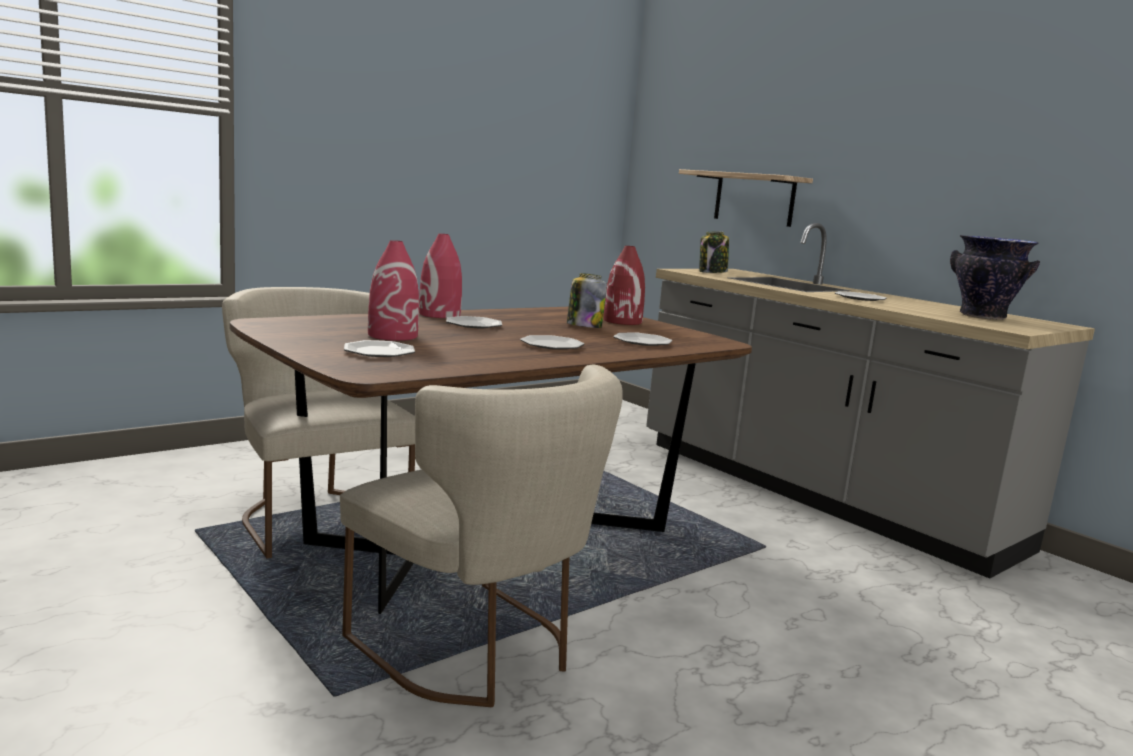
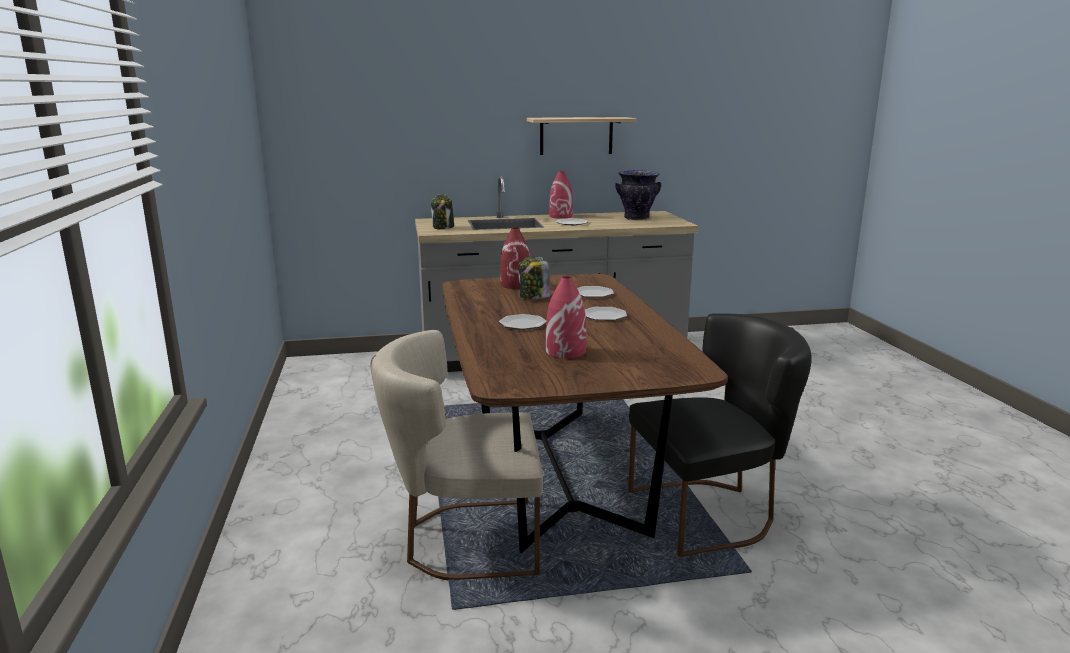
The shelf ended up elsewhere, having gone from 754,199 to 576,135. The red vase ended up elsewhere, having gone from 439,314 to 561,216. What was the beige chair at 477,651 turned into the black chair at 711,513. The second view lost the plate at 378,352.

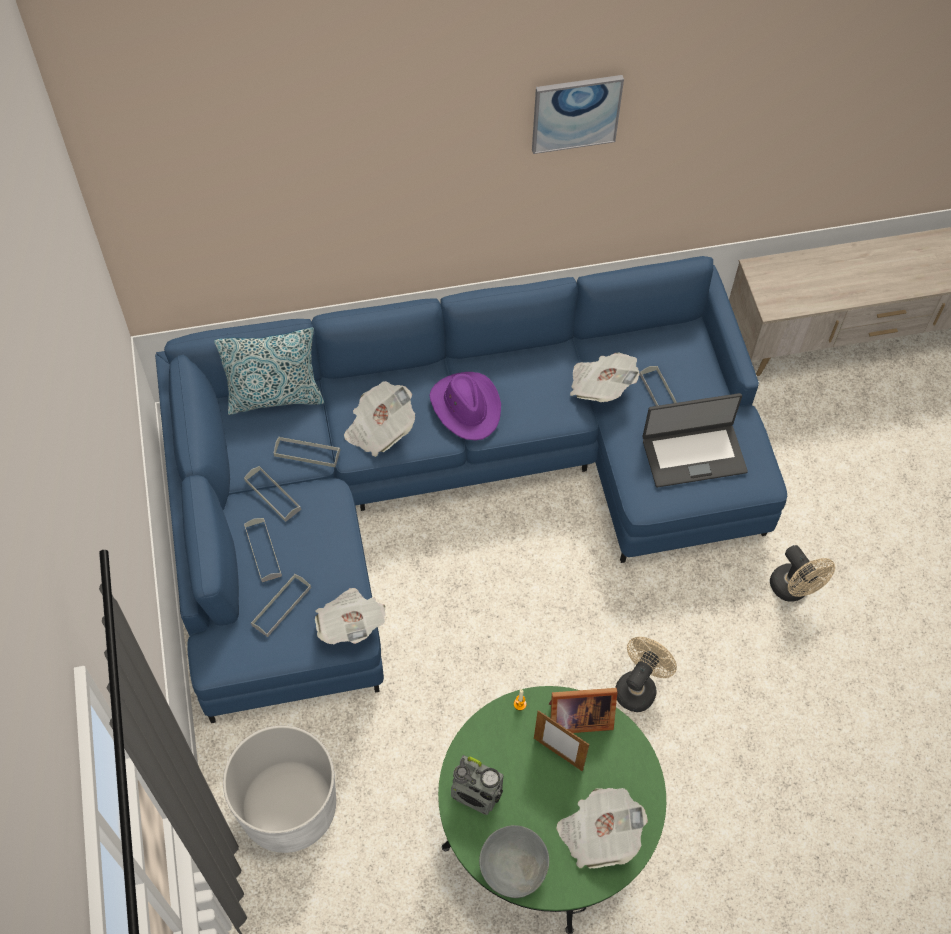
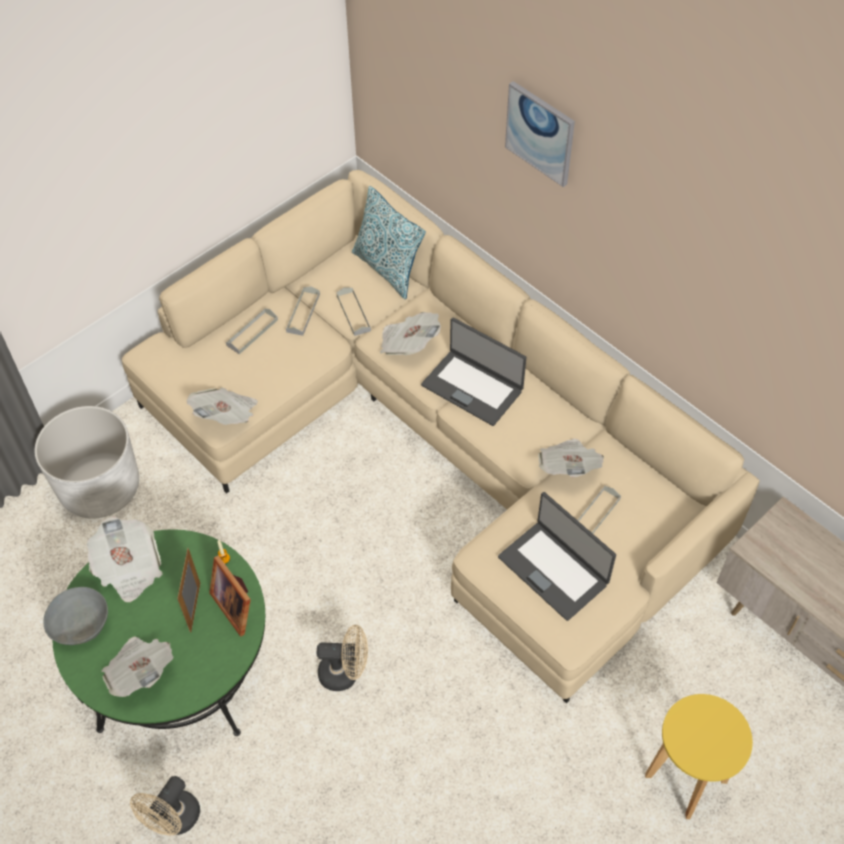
Where the radio stood at 476,794, the newspaper came to stand at 128,569. What was the blue sofa at 447,485 turned into the beige sofa at 435,441. The beige fan ended up elsewhere, having gone from 793,590 to 174,820. Where the purple hat stood at 466,407, the laptop came to stand at 473,387. The picture ended up elsewhere, having gone from 576,113 to 540,133. The second view gained the yellow stool at 685,779. The second view lost the grey tray at 281,606.

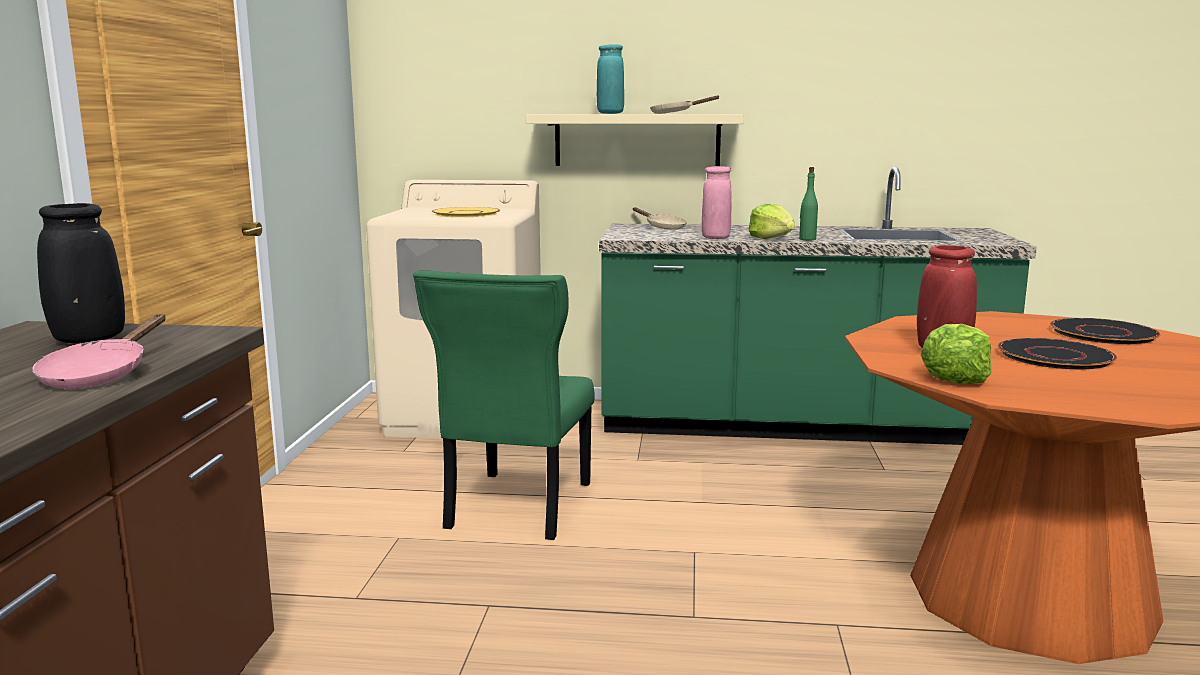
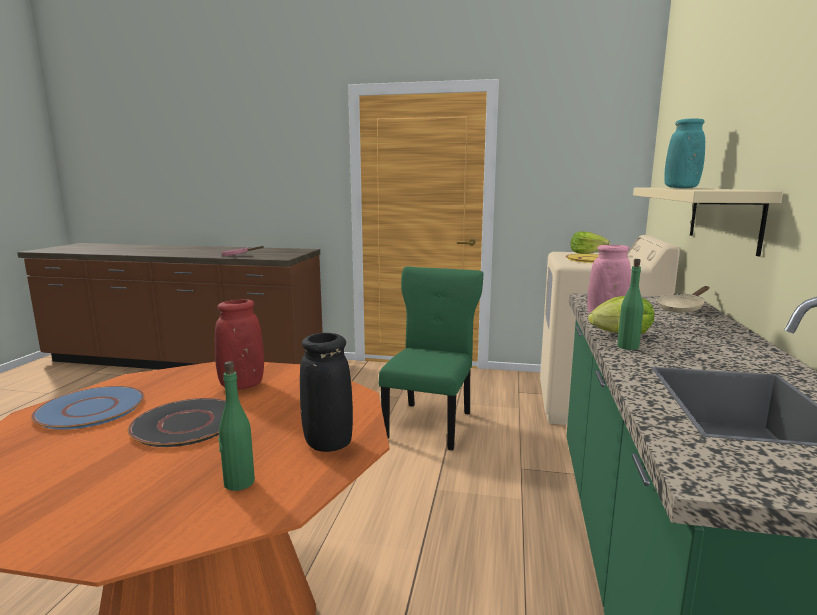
The second view gained the blue plate at 91,409. Where the black plate stood at 1103,333, the green bottle came to stand at 238,482. The black vase ended up elsewhere, having gone from 89,340 to 328,443. The green chair at 516,508 ended up facing another way, 90 degrees clockwise from before. The lettuce ended up elsewhere, having gone from 954,377 to 586,253. The second view lost the beige frying pan at 675,113.

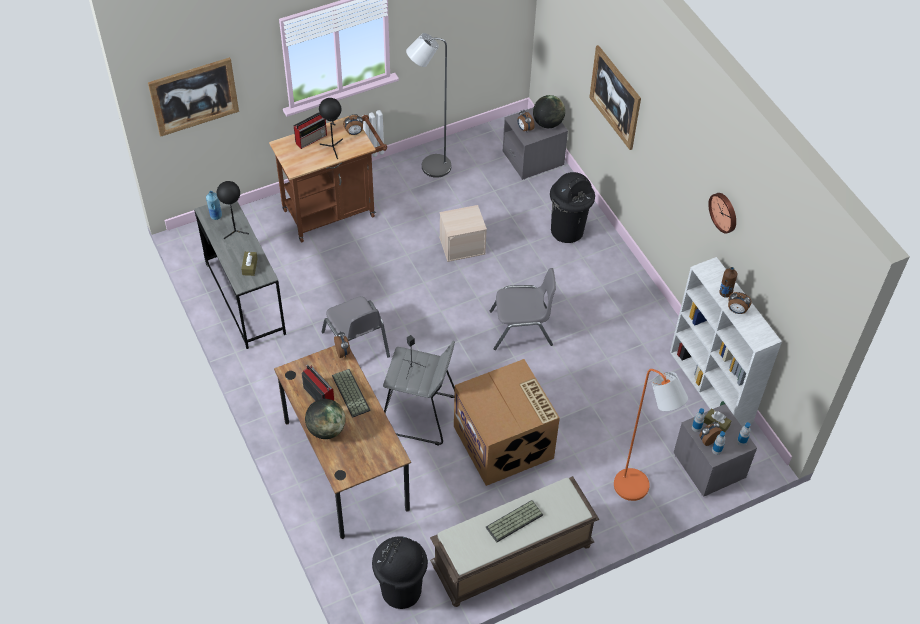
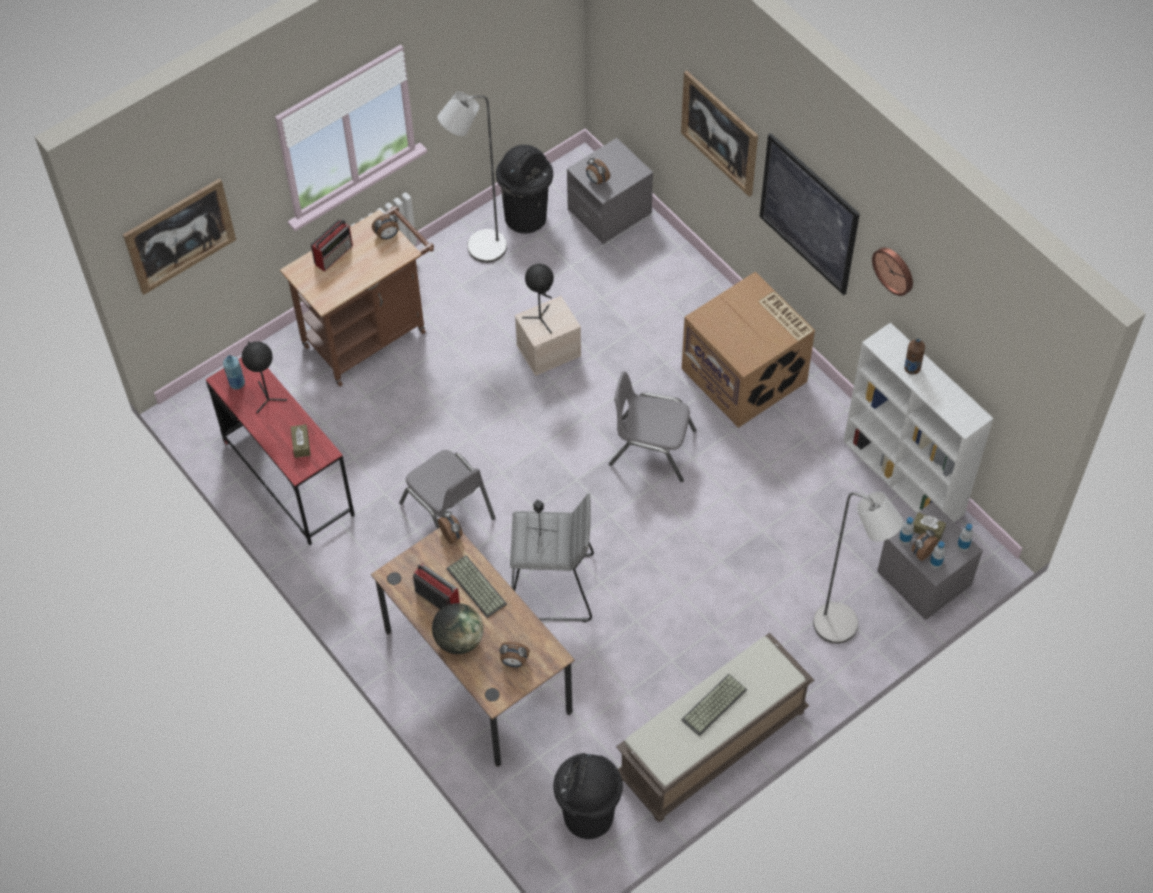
What was the grey desk at 245,299 turned into the red desk at 288,478. The black trash can ended up elsewhere, having gone from 567,230 to 526,217. The alarm clock ended up elsewhere, having gone from 736,310 to 514,662. The black table lamp ended up elsewhere, having gone from 333,148 to 541,320. The grey chair at 521,329 ended up facing another way, 150 degrees counterclockwise from before. The cardboard box ended up elsewhere, having gone from 505,443 to 746,375. The second view gained the picture at 809,214. What was the orange floor lamp at 636,490 turned into the grey floor lamp at 843,628. The second view lost the globe at 548,123.

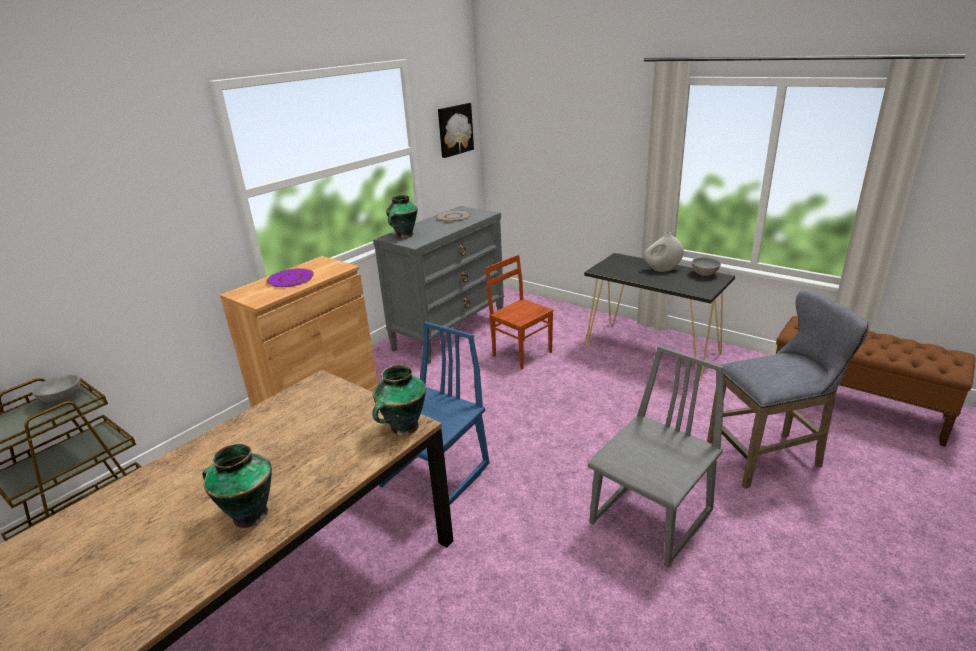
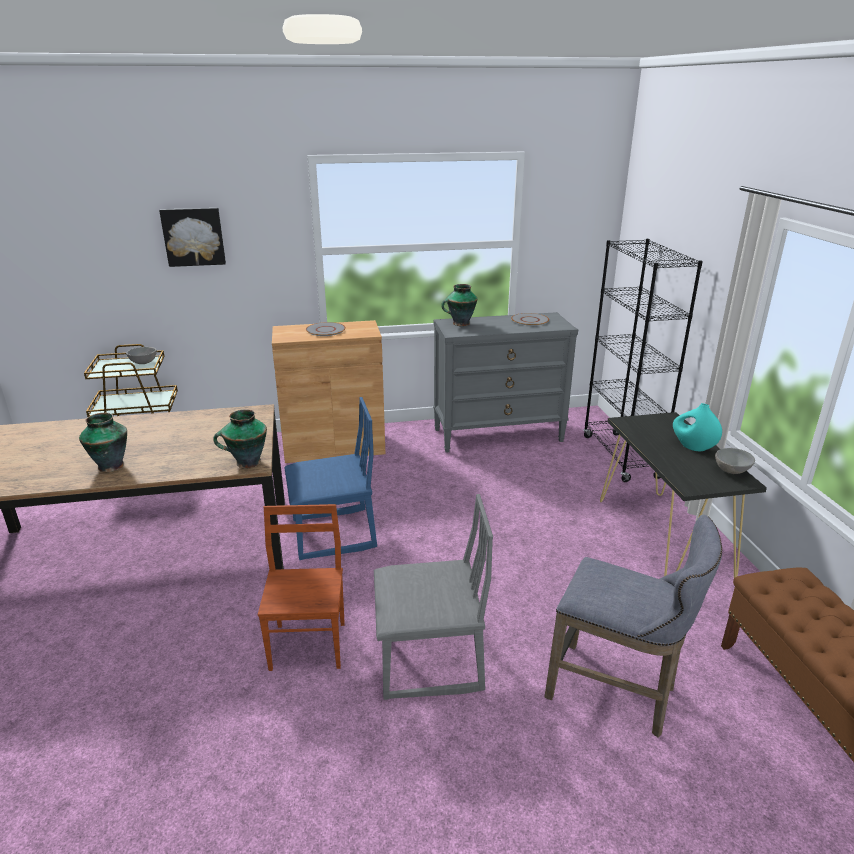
The picture ended up elsewhere, having gone from 454,130 to 193,236. The brown chair ended up elsewhere, having gone from 522,353 to 309,645. What was the purple plate at 291,279 turned into the grey plate at 325,330. The second view gained the black bookcase at 620,457. What was the white vase at 662,269 turned into the turquoise vase at 692,447.

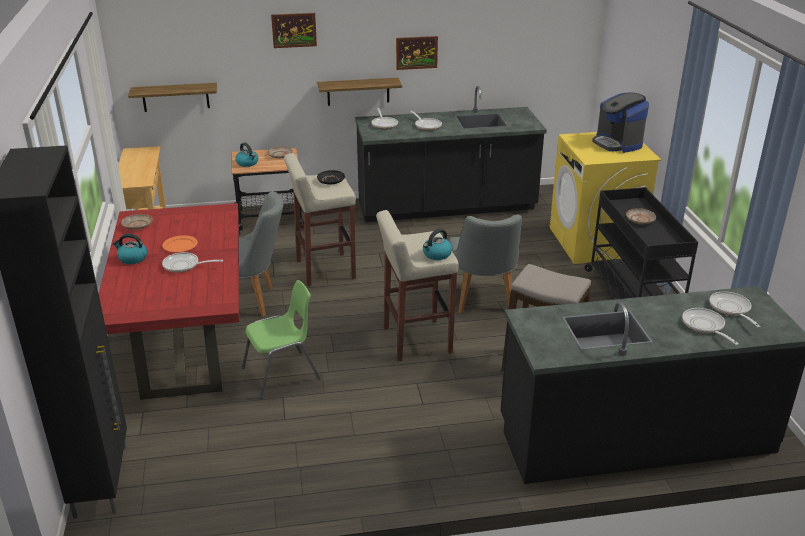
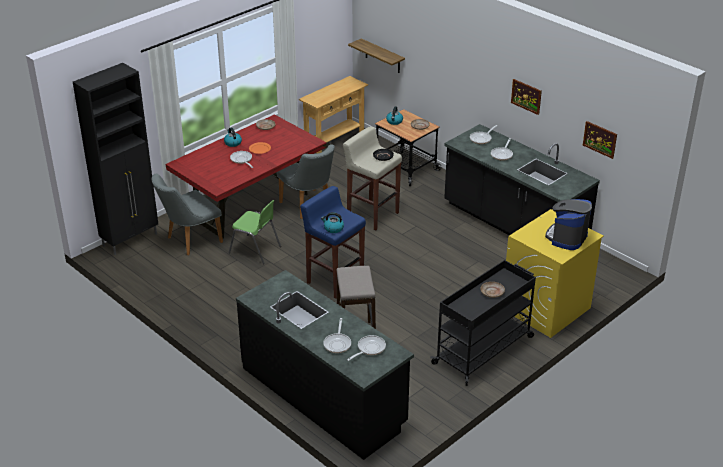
The grey chair ended up elsewhere, having gone from 483,301 to 189,241. What was the beige stool at 415,340 turned into the blue stool at 334,280. The frying pan at 705,326 ended up facing another way, 150 degrees clockwise from before. The picture ended up elsewhere, having gone from 294,30 to 600,139. The second view lost the shelf at 358,91.

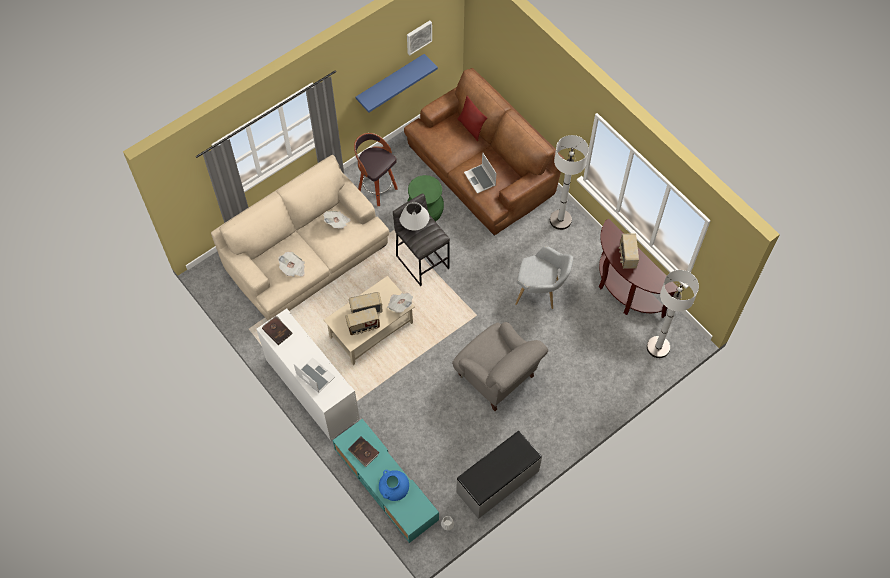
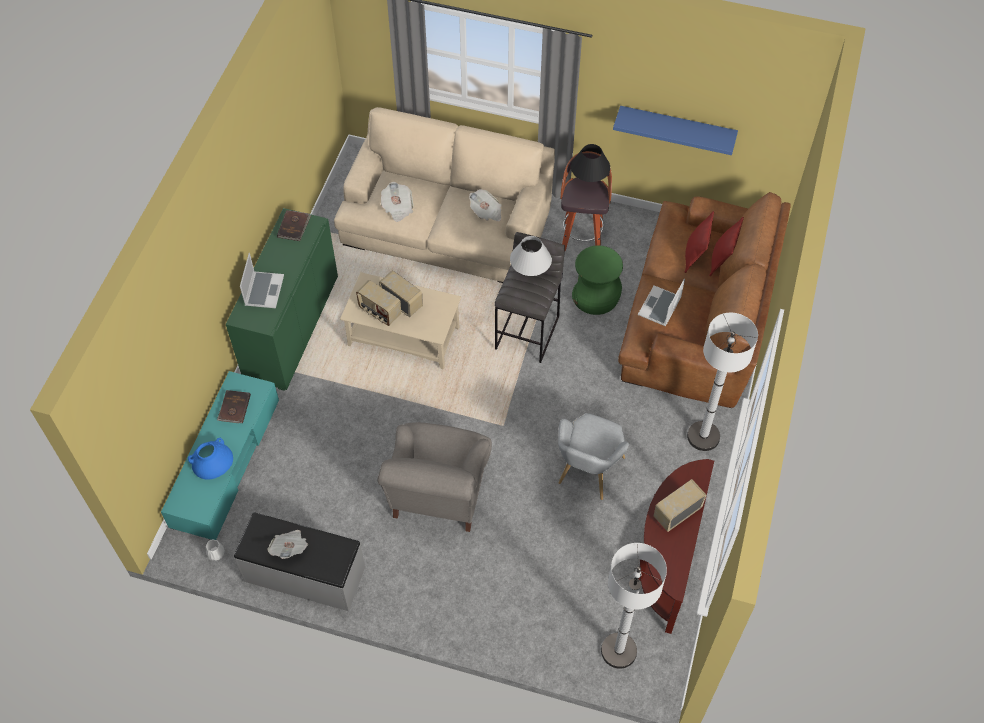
What was the white cabinet at 312,389 turned into the green cabinet at 291,327. The newspaper ended up elsewhere, having gone from 400,305 to 290,548. The grey armchair at 541,292 ended up facing another way, 45 degrees clockwise from before. The second view gained the black table lamp at 589,181. The second view gained the red pillow at 695,255. The second view lost the picture at 418,36.

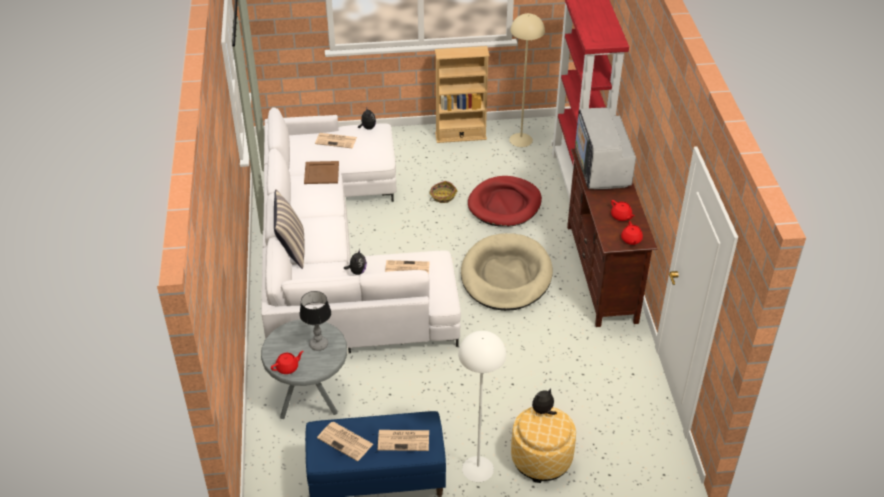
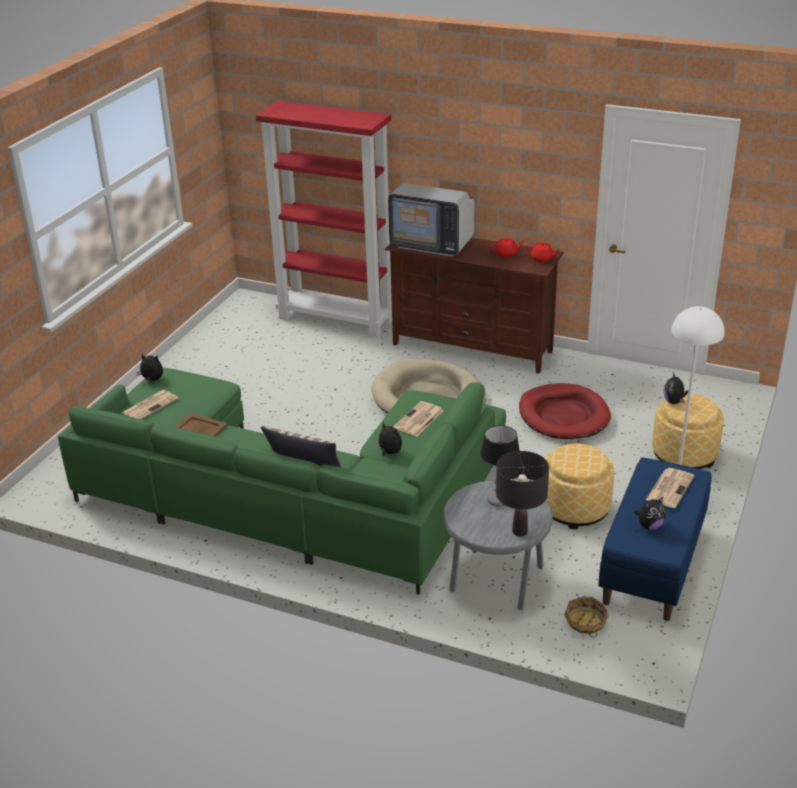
What was the white sofa at 338,255 turned into the green sofa at 293,495. Where the red teapot stood at 288,367, the black table lamp came to stand at 519,531. The red dog bed ended up elsewhere, having gone from 504,204 to 563,415. The second view gained the ottoman at 575,508. The basket ended up elsewhere, having gone from 442,196 to 585,622. Where the newspaper stood at 346,441, the plush toy came to stand at 649,526. The second view lost the beige bookcase at 460,136. The second view lost the beige floor lamp at 521,140.

